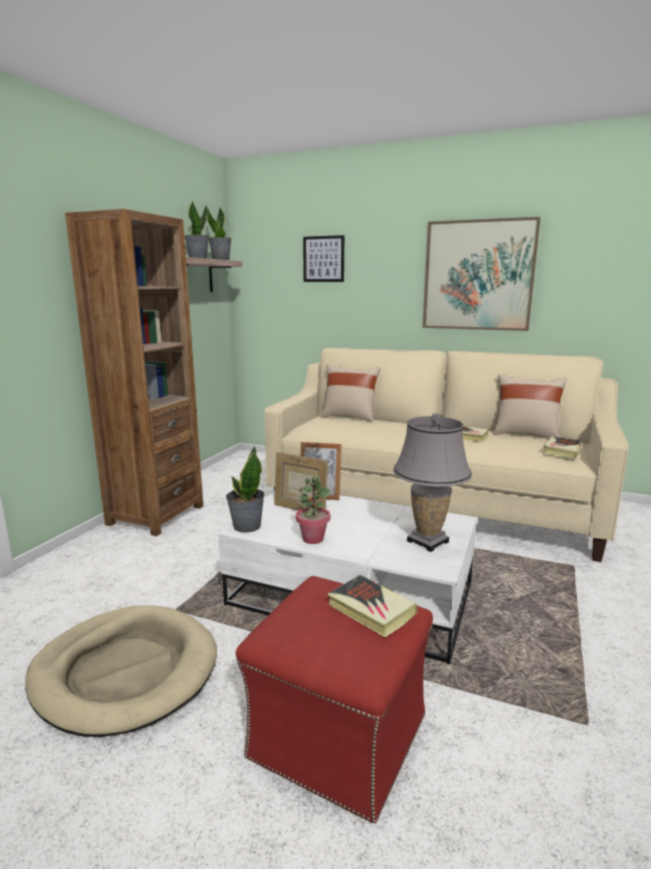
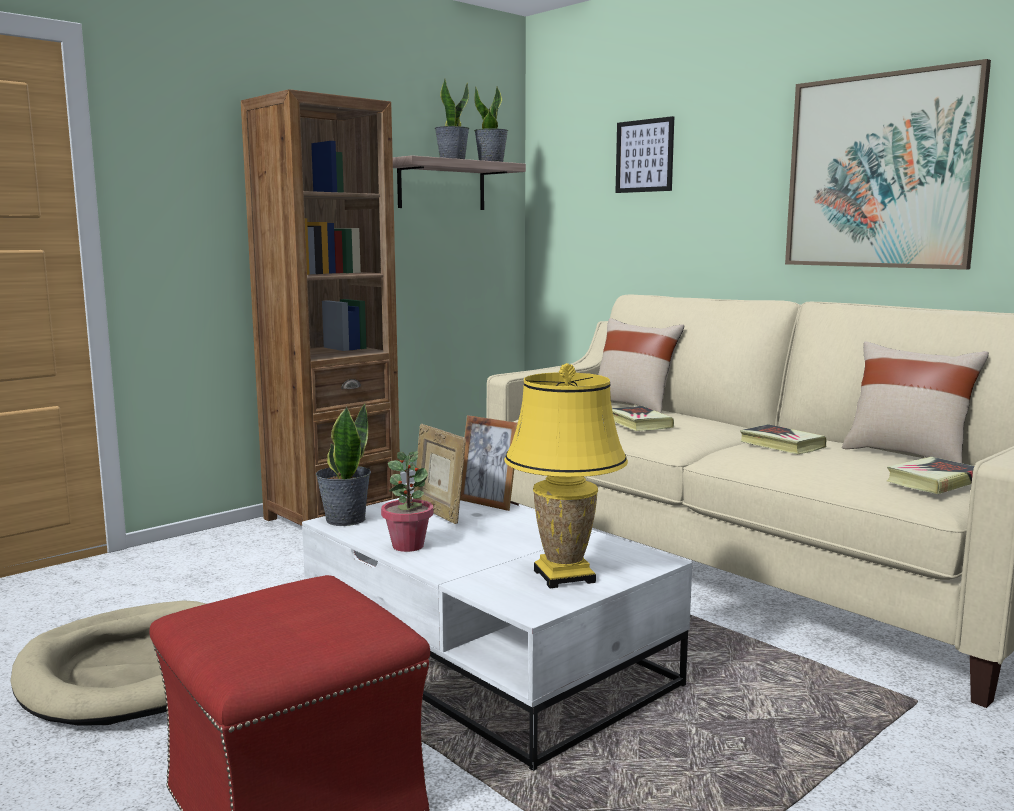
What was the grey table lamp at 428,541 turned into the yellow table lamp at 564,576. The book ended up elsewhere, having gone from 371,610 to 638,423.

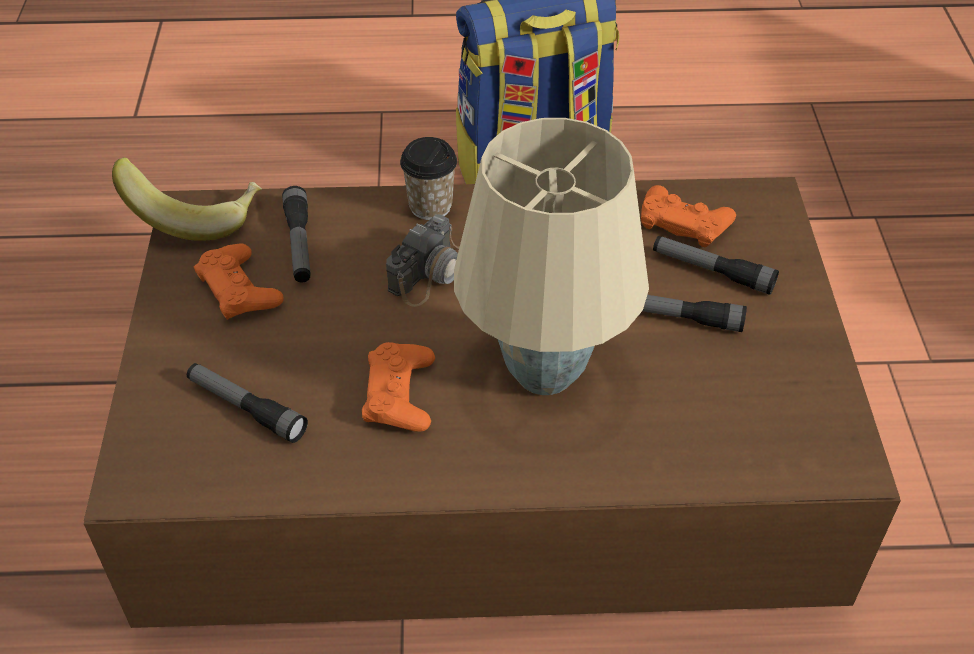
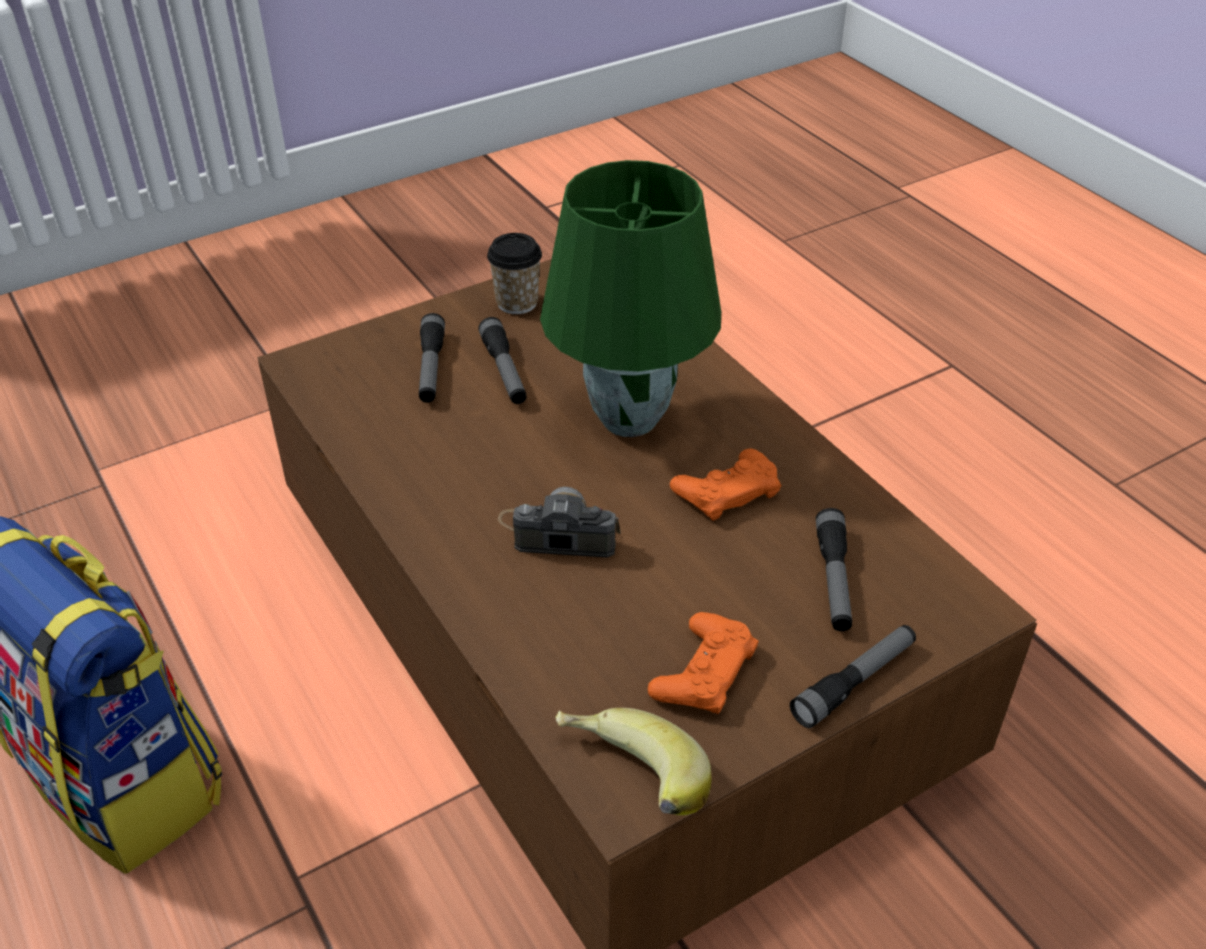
The cup ended up elsewhere, having gone from 430,206 to 517,303. What was the beige table lamp at 546,374 turned into the green table lamp at 629,418. The flashlight ended up elsewhere, having gone from 299,243 to 854,682. The second view lost the orange game controller at 684,222.

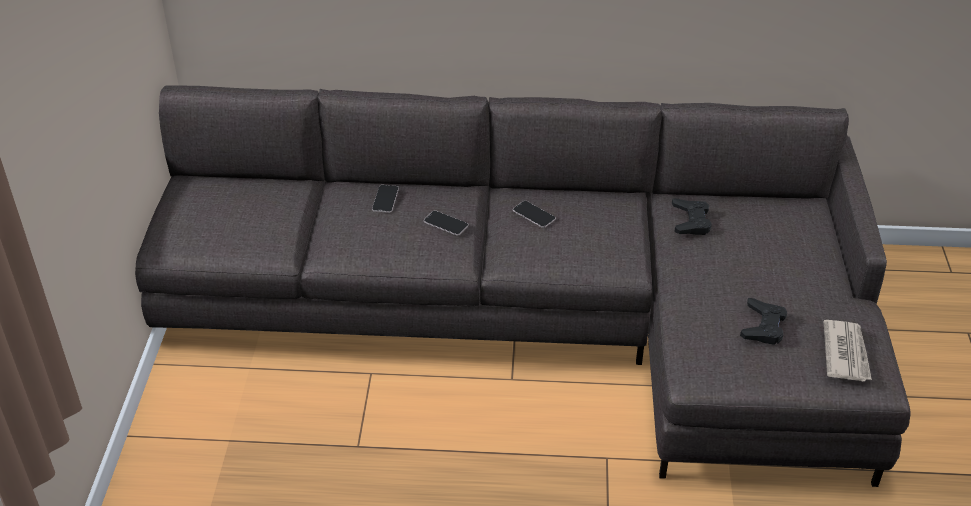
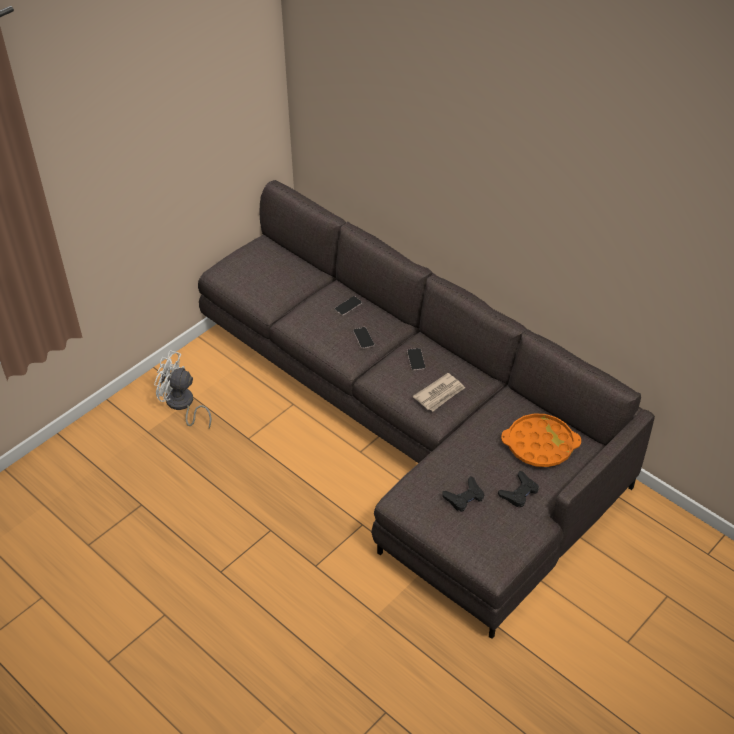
The second view gained the white fan at 182,405. The newspaper ended up elsewhere, having gone from 846,353 to 440,394. The black game controller ended up elsewhere, having gone from 691,221 to 519,492. The second view gained the orange tray at 540,445.

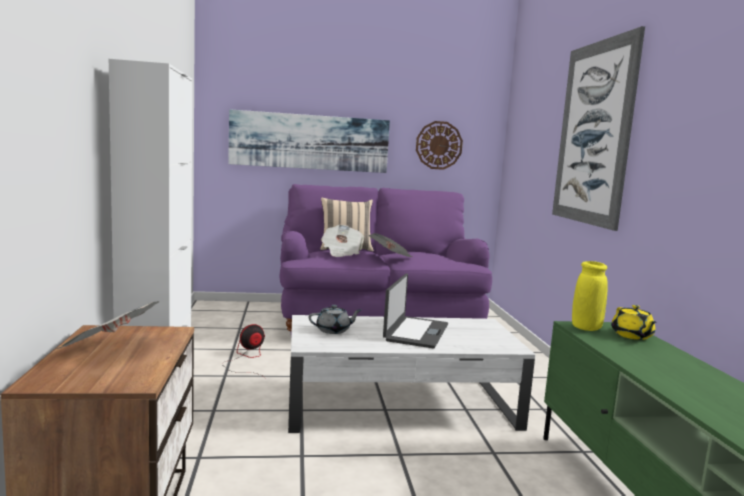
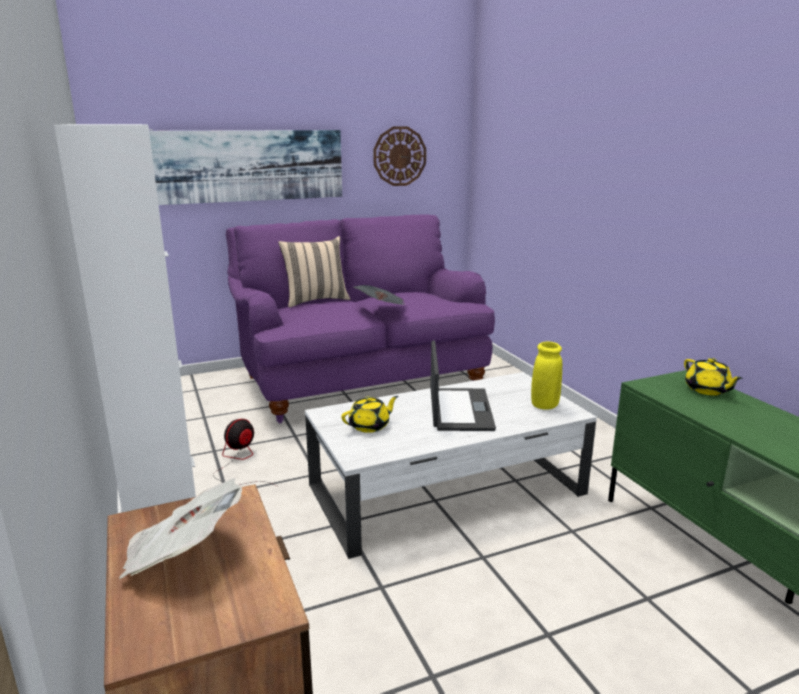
What was the grey teapot at 334,330 turned into the yellow teapot at 370,426. The yellow vase ended up elsewhere, having gone from 586,328 to 545,405. The second view lost the newspaper at 341,253. The second view lost the picture at 593,133.

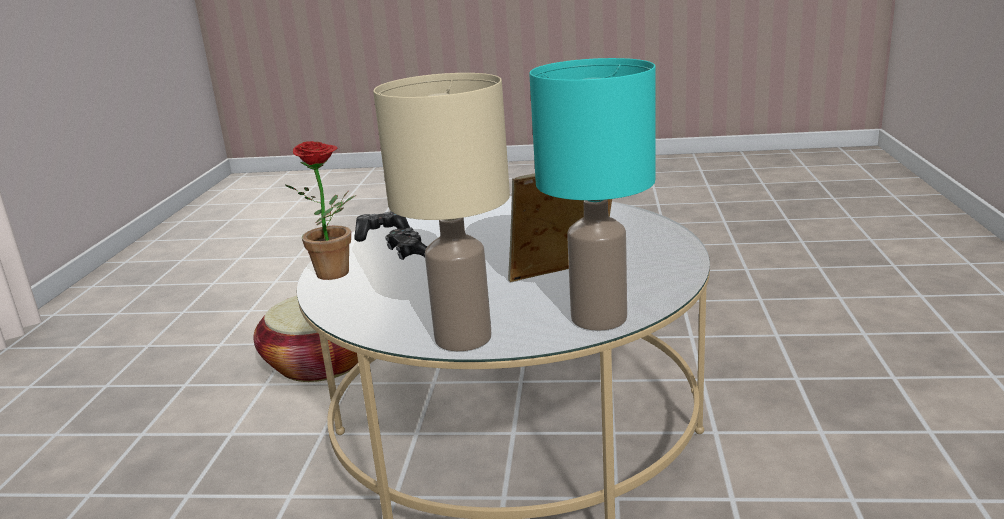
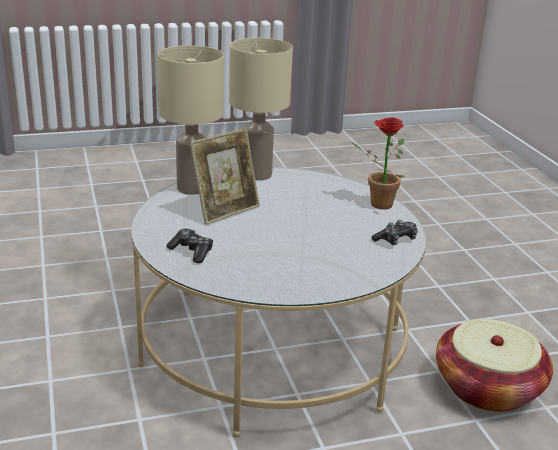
What was the turquoise table lamp at 597,318 turned into the beige table lamp at 193,188. The game controller ended up elsewhere, having gone from 410,254 to 192,252.

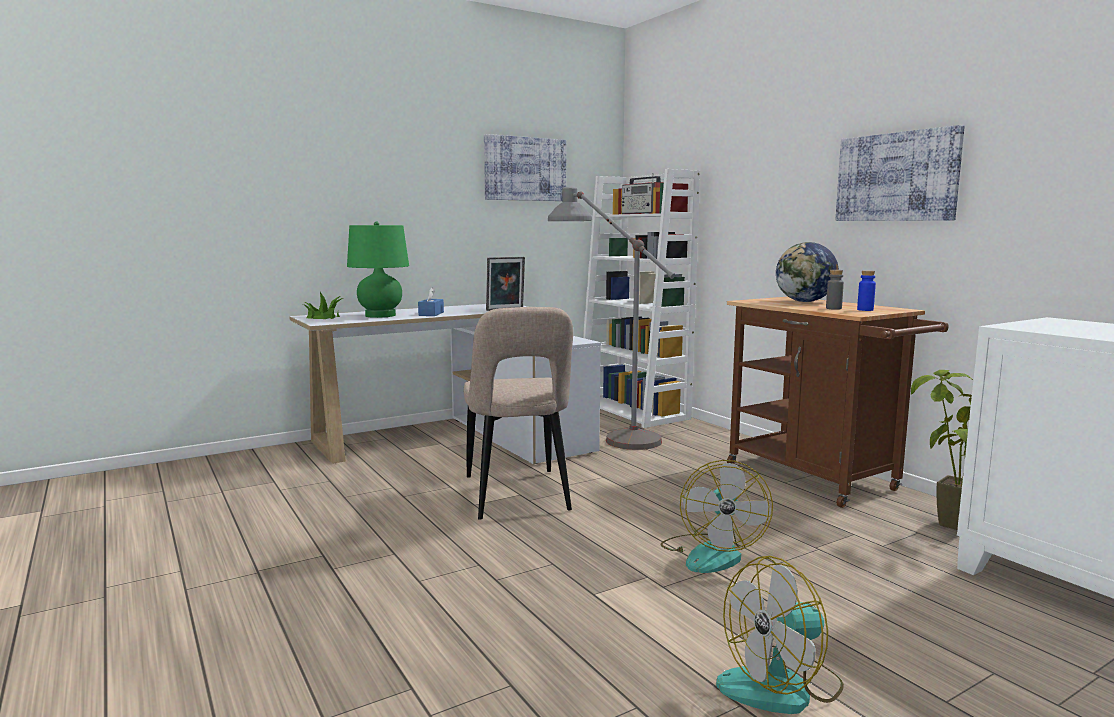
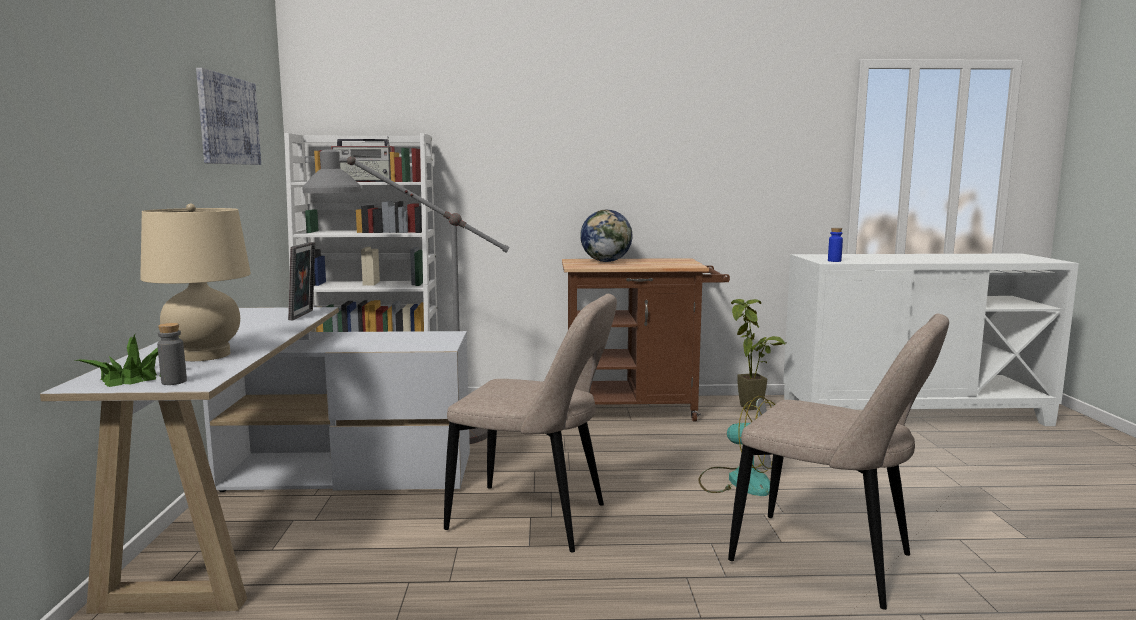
What was the green table lamp at 380,315 turned into the beige table lamp at 204,355. The grey bottle ended up elsewhere, having gone from 833,308 to 174,382. The second view gained the beige chair at 829,561. The blue bottle ended up elsewhere, having gone from 865,310 to 834,261. The second view lost the blue tissue box at 431,314. The second view lost the fan at 781,686. The second view lost the picture at 896,177.

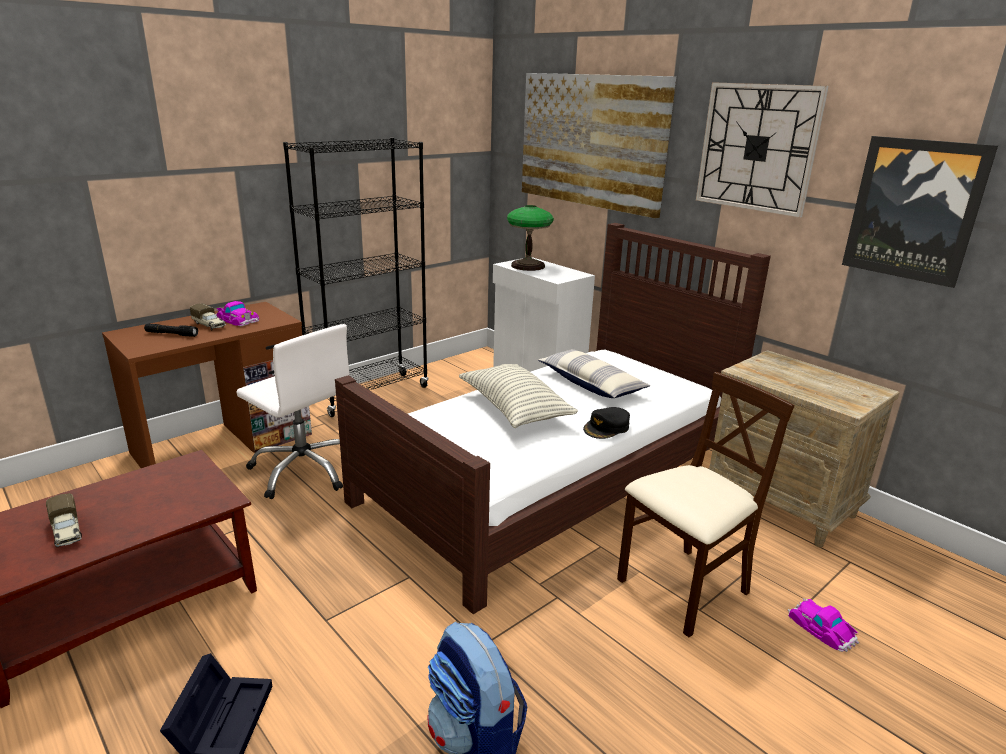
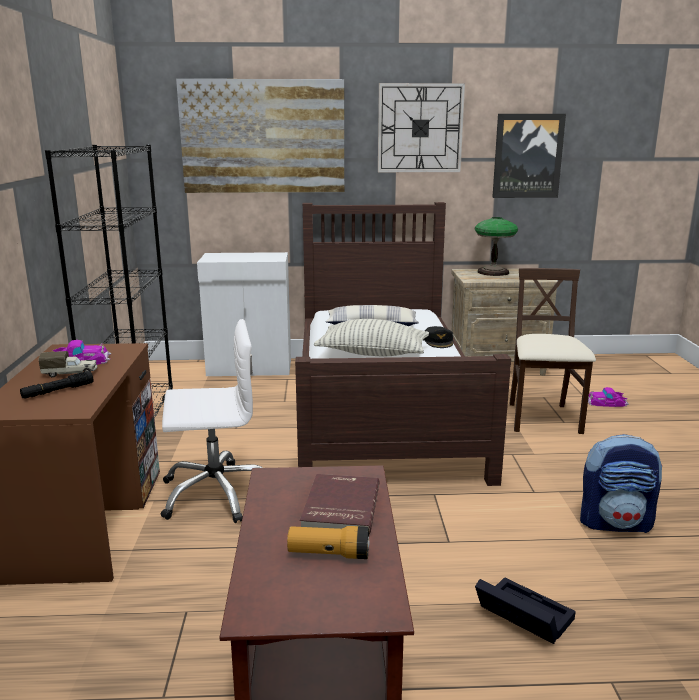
Where the toy truck stood at 67,532, the flashlight came to stand at 329,554. The second view gained the red book at 339,507. The table lamp ended up elsewhere, having gone from 528,266 to 493,272.

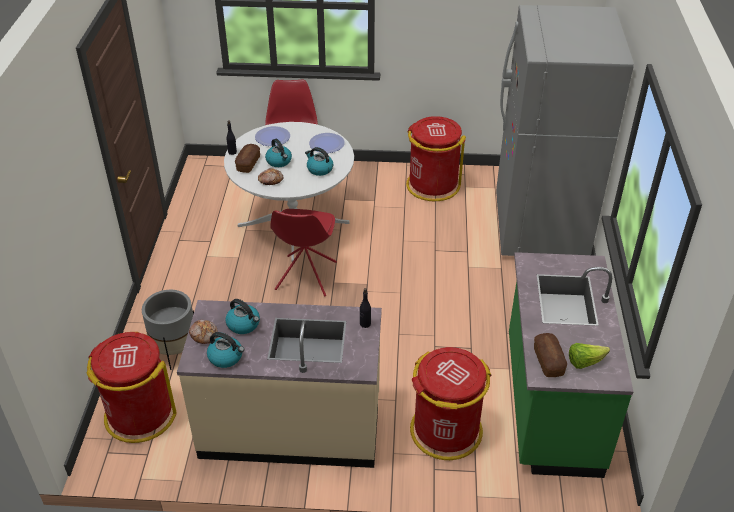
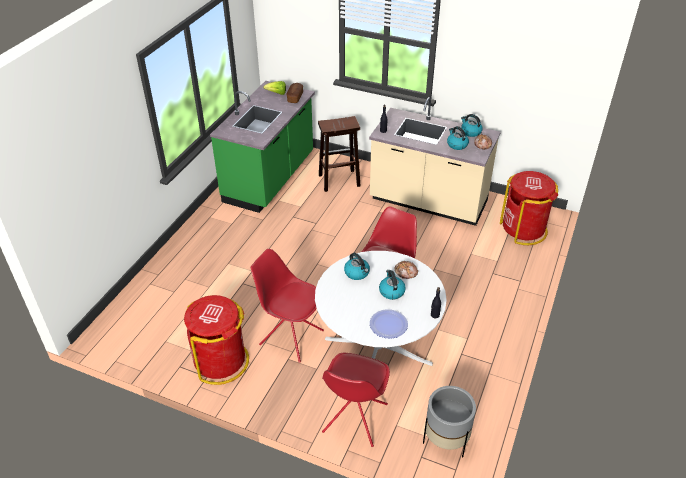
The second view gained the red chair at 290,337. Where the red trash can stood at 446,431, the brown stool came to stand at 338,180. The grey planter ended up elsewhere, having gone from 176,351 to 446,440. The second view lost the bread at 248,163. The second view lost the plate at 327,144. The second view lost the grey fridge at 540,228.

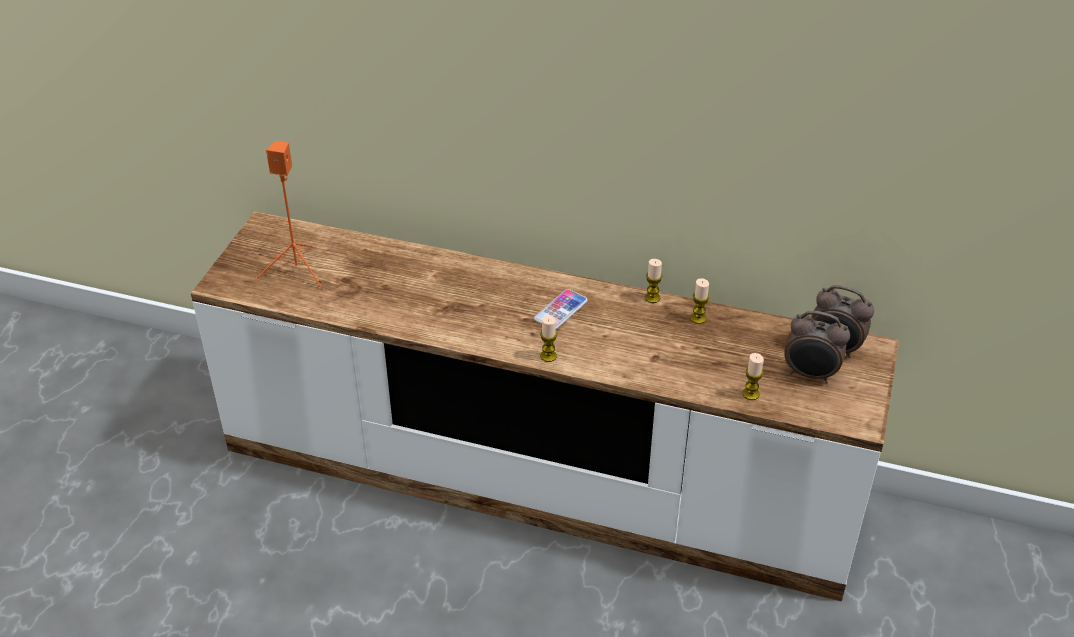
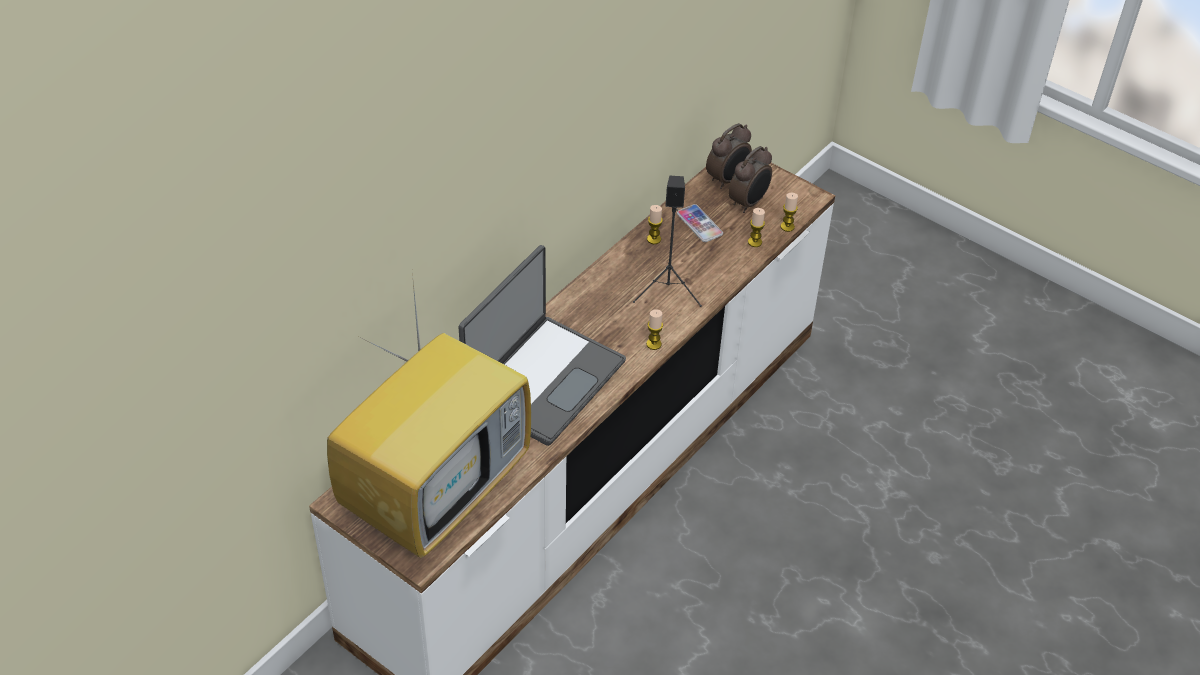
Where the orange speaker stood at 298,271, the television came to stand at 437,490. The second view gained the laptop at 542,379. The second view gained the black speaker at 668,290. The phone ended up elsewhere, having gone from 560,310 to 699,224. The candle ended up elsewhere, having gone from 652,298 to 787,226.

